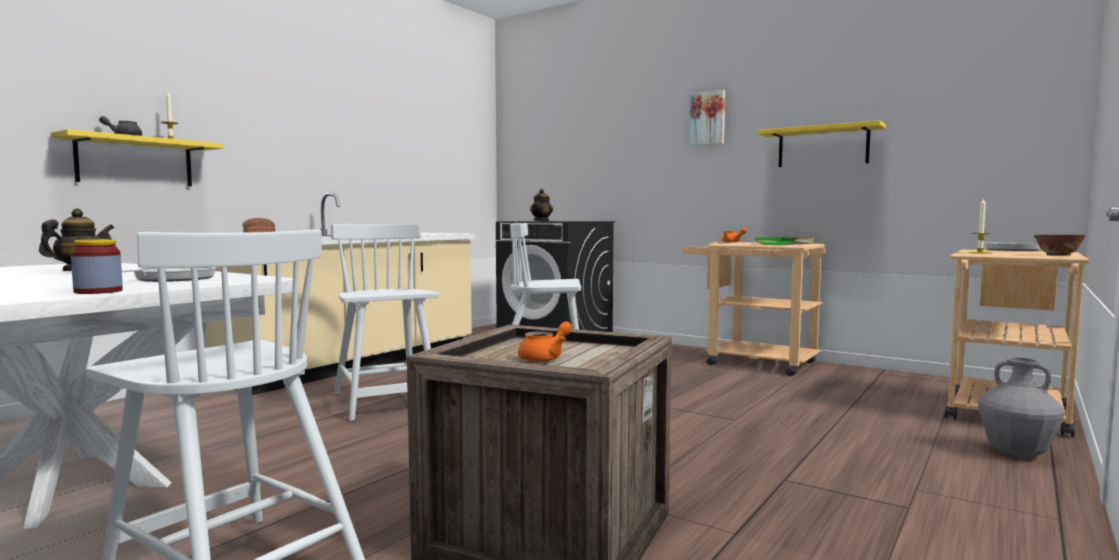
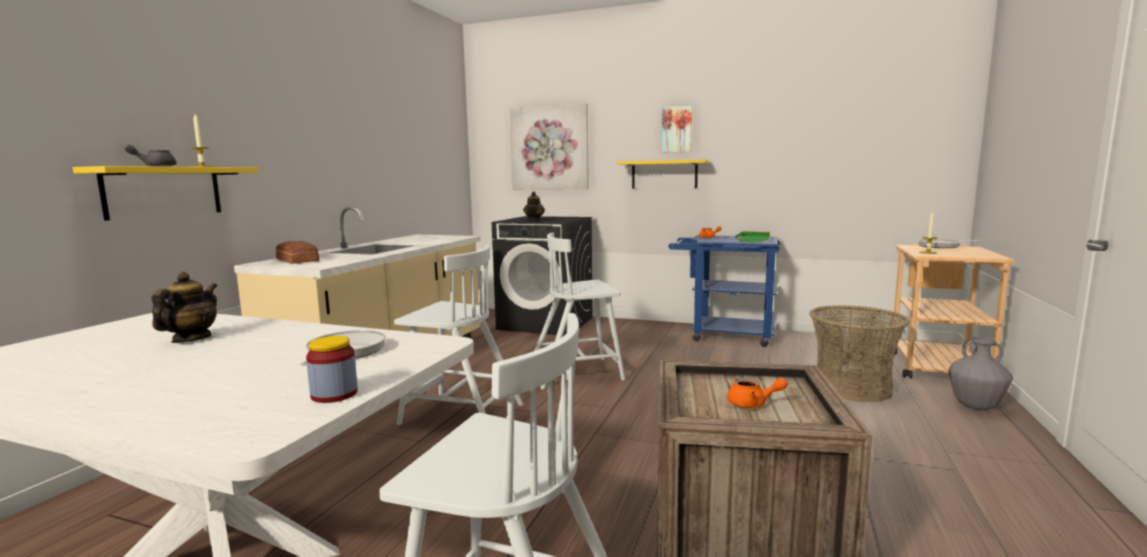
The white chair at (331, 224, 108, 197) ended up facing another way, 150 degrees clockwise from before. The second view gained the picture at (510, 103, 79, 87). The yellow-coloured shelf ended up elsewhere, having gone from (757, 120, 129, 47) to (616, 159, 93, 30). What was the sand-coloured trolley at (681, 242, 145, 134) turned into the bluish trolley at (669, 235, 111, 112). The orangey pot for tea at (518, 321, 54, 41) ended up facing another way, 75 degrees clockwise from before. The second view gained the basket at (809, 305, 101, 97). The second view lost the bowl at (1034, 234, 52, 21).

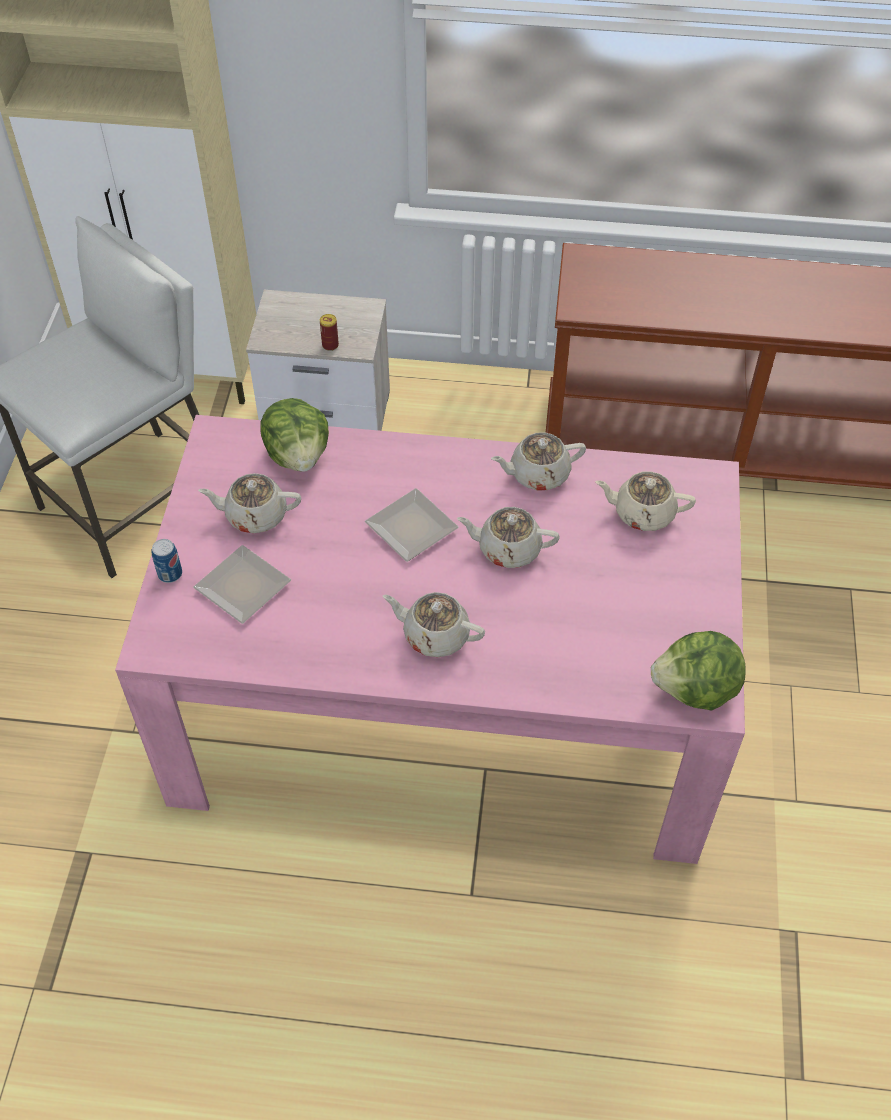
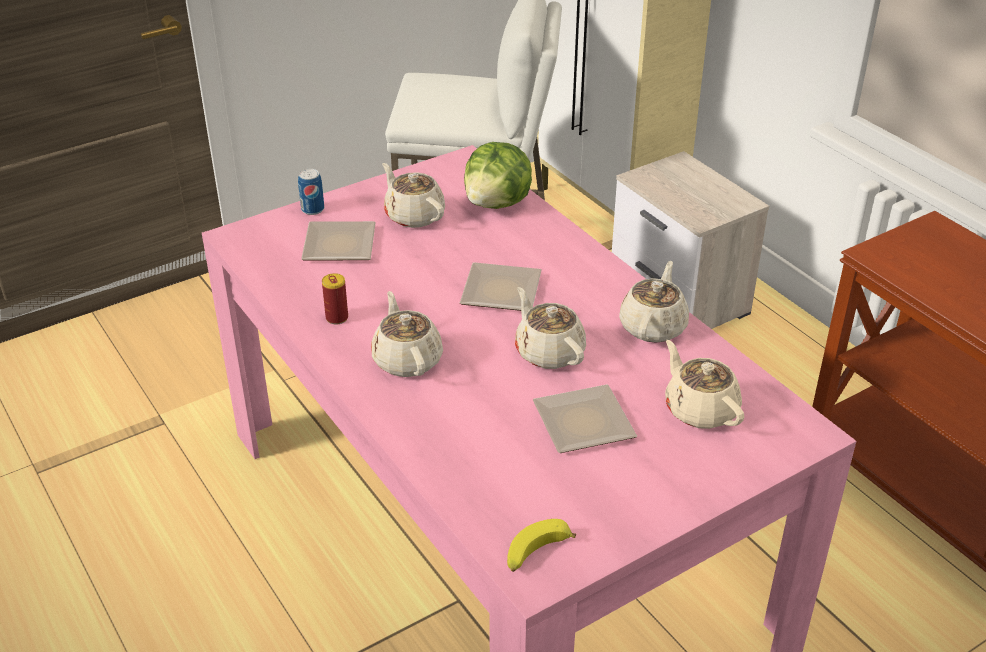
The can ended up elsewhere, having gone from (320, 314, 19, 37) to (322, 273, 26, 51). Where the lettuce stood at (651, 631, 95, 79), the banana came to stand at (507, 519, 69, 53). The second view gained the plate at (533, 384, 104, 69). The sand-coloured pot for tea at (491, 432, 95, 59) ended up facing another way, 75 degrees clockwise from before.

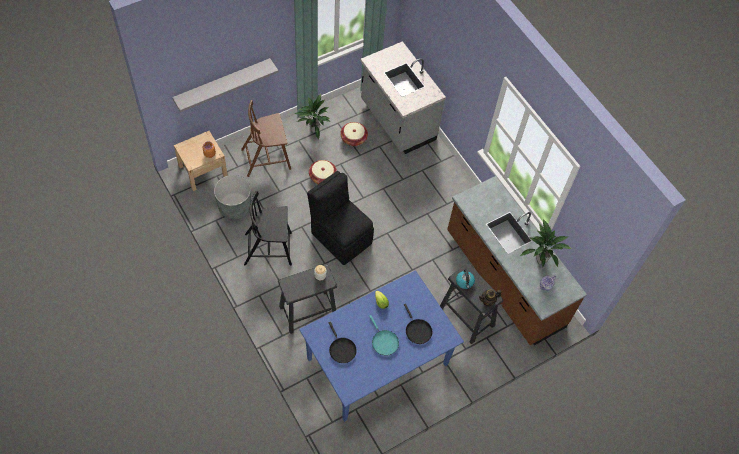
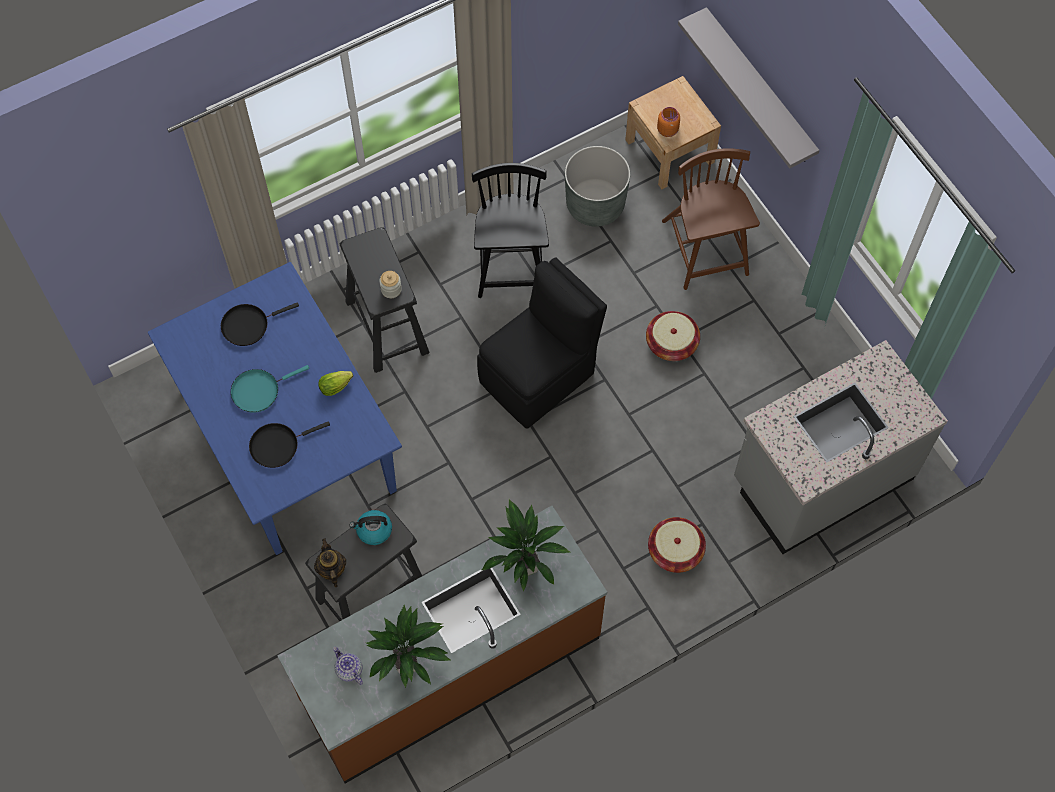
The houseplant ended up elsewhere, having gone from (294, 94, 37, 46) to (482, 499, 89, 93). The basket ended up elsewhere, having gone from (340, 122, 28, 24) to (648, 517, 58, 56).

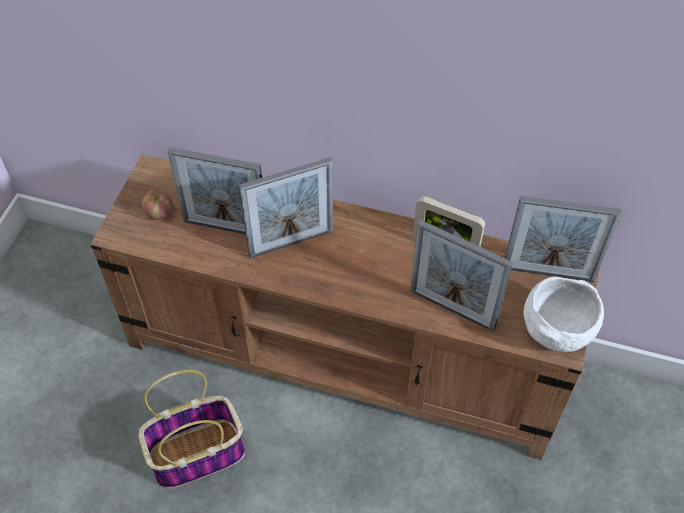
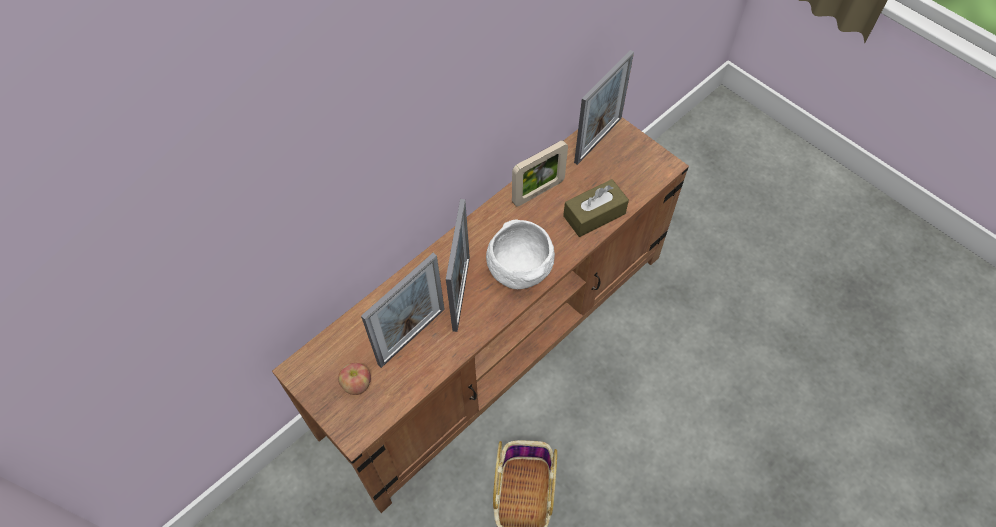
The white bowl ended up elsewhere, having gone from (524, 277, 80, 75) to (486, 220, 69, 69). Where the photo frame stood at (410, 220, 103, 112), the brown tissue holder came to stand at (563, 179, 66, 58).

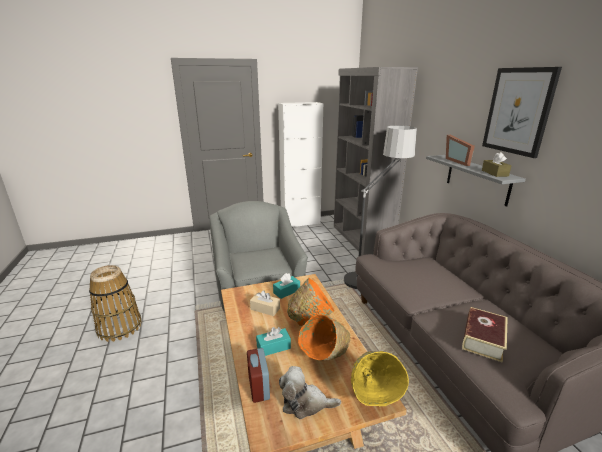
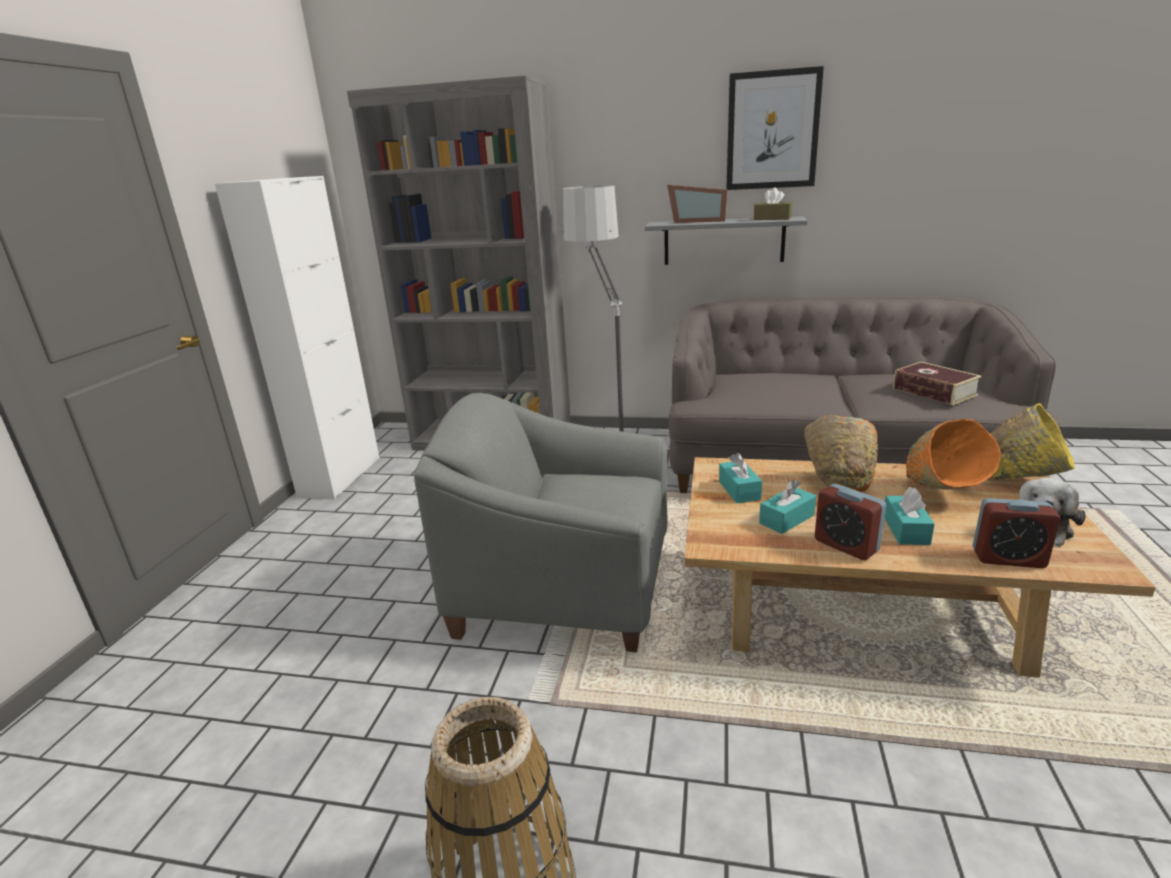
What was the sand-coloured tissue holder at (250, 291, 30, 25) turned into the turquoise-coloured tissue holder at (759, 480, 57, 54). The second view gained the bedside clock at (815, 484, 71, 76).

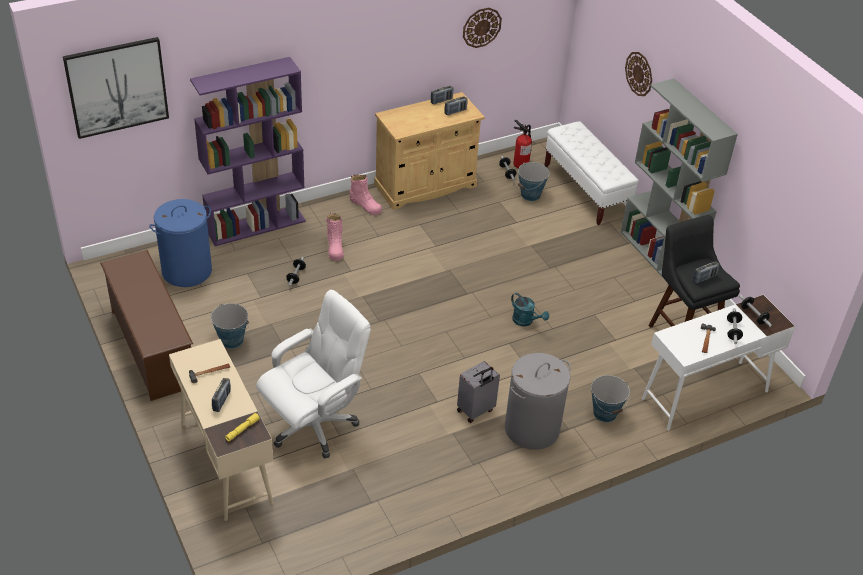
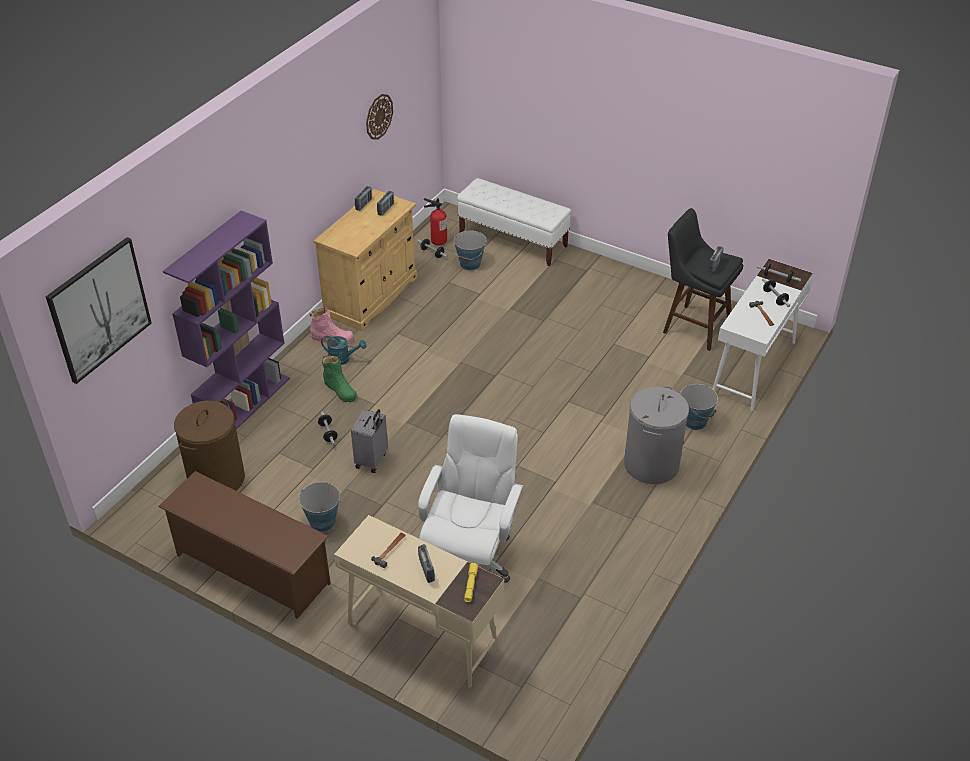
What was the bluish hamper at (149, 199, 63, 88) turned into the brown hamper at (174, 400, 71, 91). The turquoise-coloured watering pot ended up elsewhere, having gone from (511, 293, 38, 33) to (321, 336, 45, 29). What was the pinkish tall boot at (326, 213, 18, 48) turned into the greenish tall boot at (322, 355, 35, 47). The greyish suitcase ended up elsewhere, having gone from (457, 361, 43, 62) to (351, 409, 37, 64). The second view lost the greyish shelving unit at (621, 78, 117, 203). The second view lost the hanging clock at (625, 52, 27, 44).

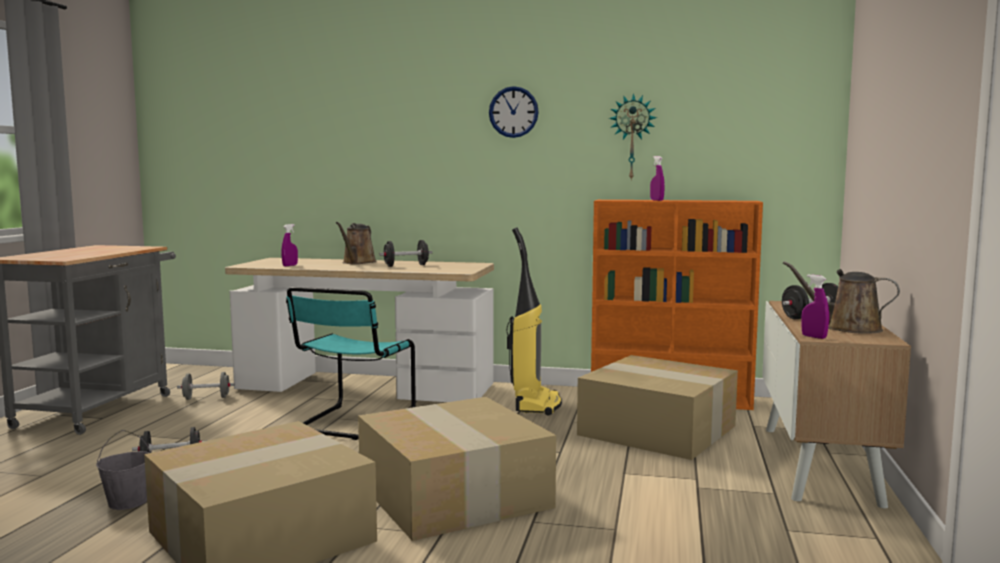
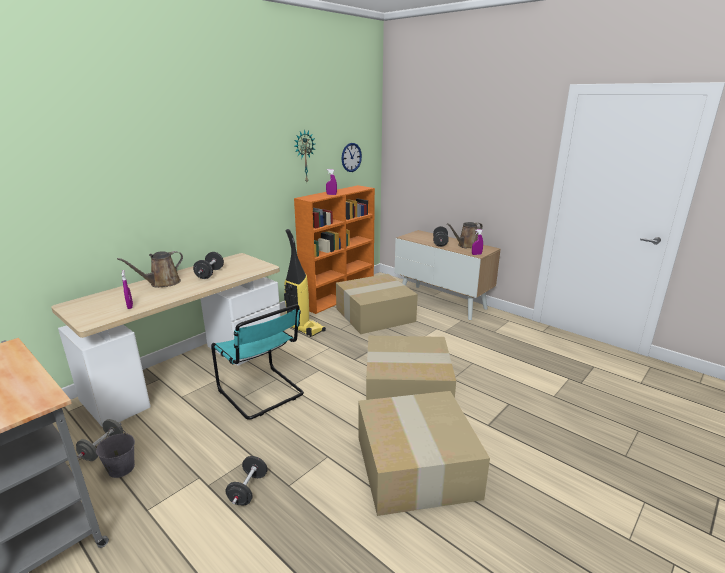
The greyish pail ended up elsewhere, having gone from (96, 430, 56, 80) to (96, 427, 39, 51). The brown watering pot at (336, 222, 41, 42) ended up facing another way, 90 degrees clockwise from before. The hanging clock ended up elsewhere, having gone from (489, 86, 50, 52) to (342, 143, 20, 29).

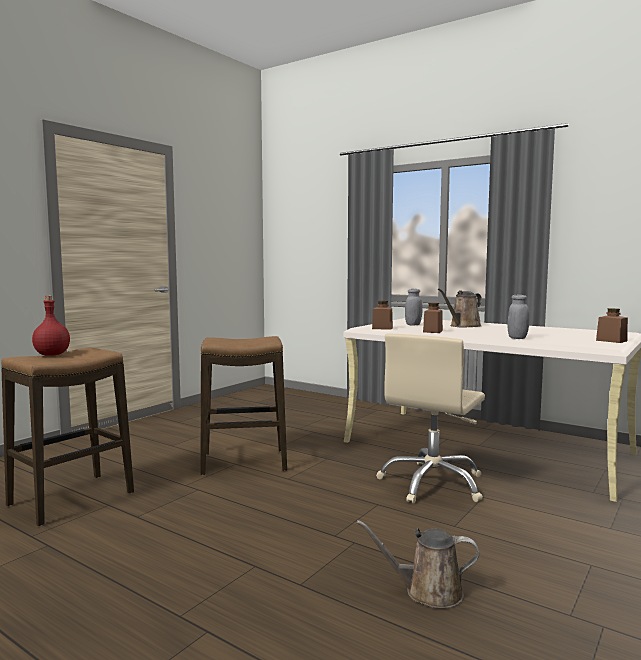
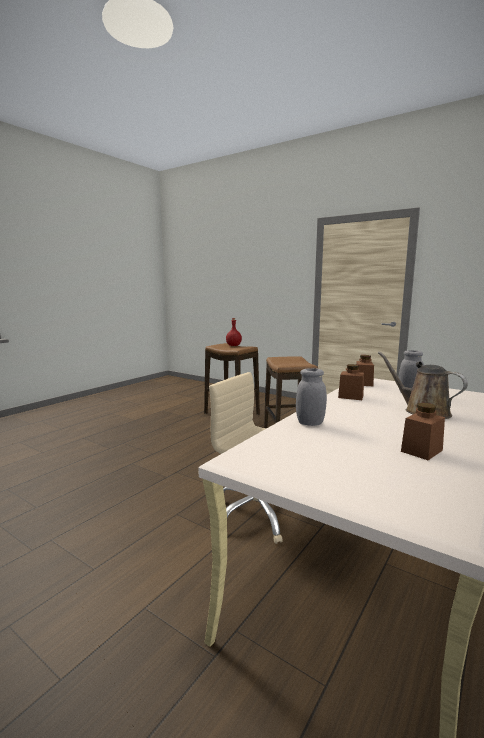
The brown preserve jar ended up elsewhere, having gone from (596, 308, 32, 35) to (401, 403, 44, 57). The second view lost the brown watering pot at (357, 520, 122, 89).

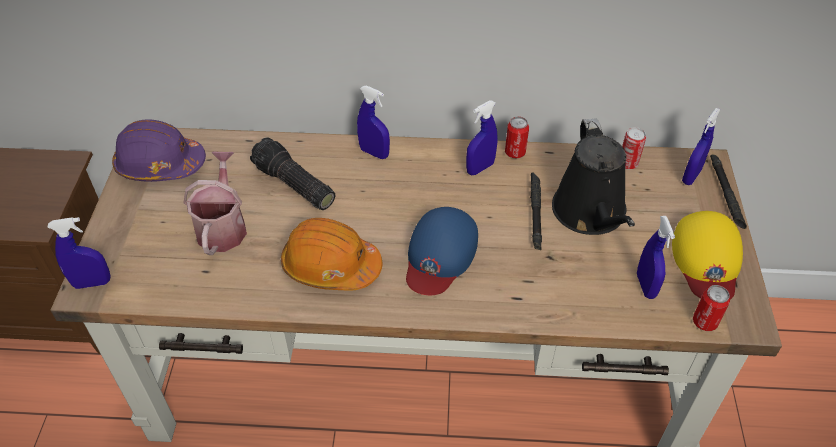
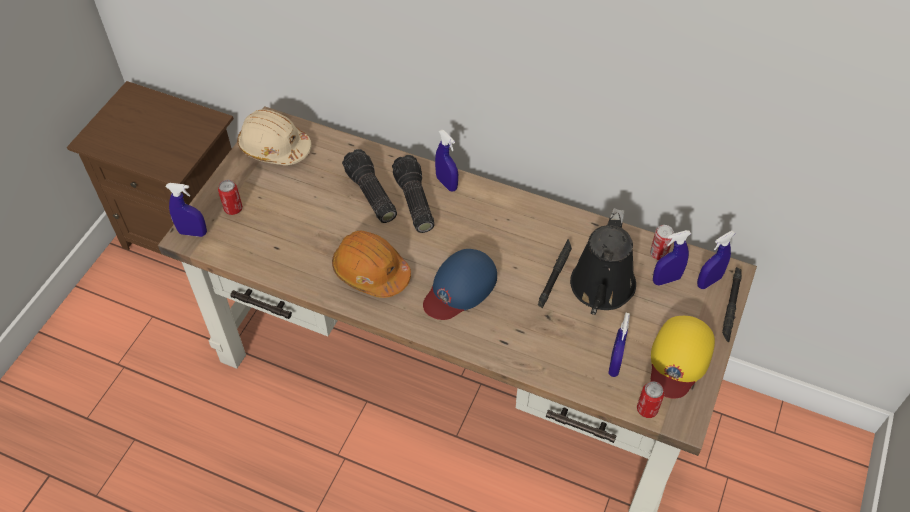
The can ended up elsewhere, having gone from (505, 116, 24, 42) to (218, 180, 25, 35). What was the purple-coloured work helmet at (112, 119, 94, 63) turned into the sand-coloured work helmet at (237, 109, 74, 56). The second view gained the torch at (392, 155, 42, 78). The bluish sprayer ended up elsewhere, having gone from (466, 100, 31, 75) to (653, 230, 38, 55). The second view lost the watering pot at (183, 151, 64, 104).

